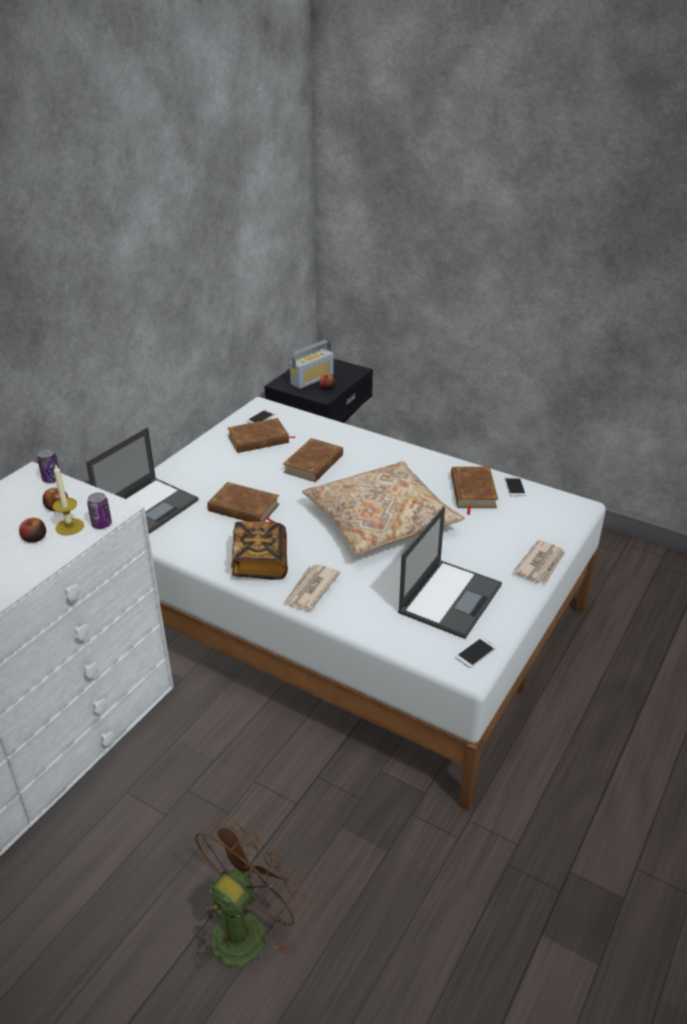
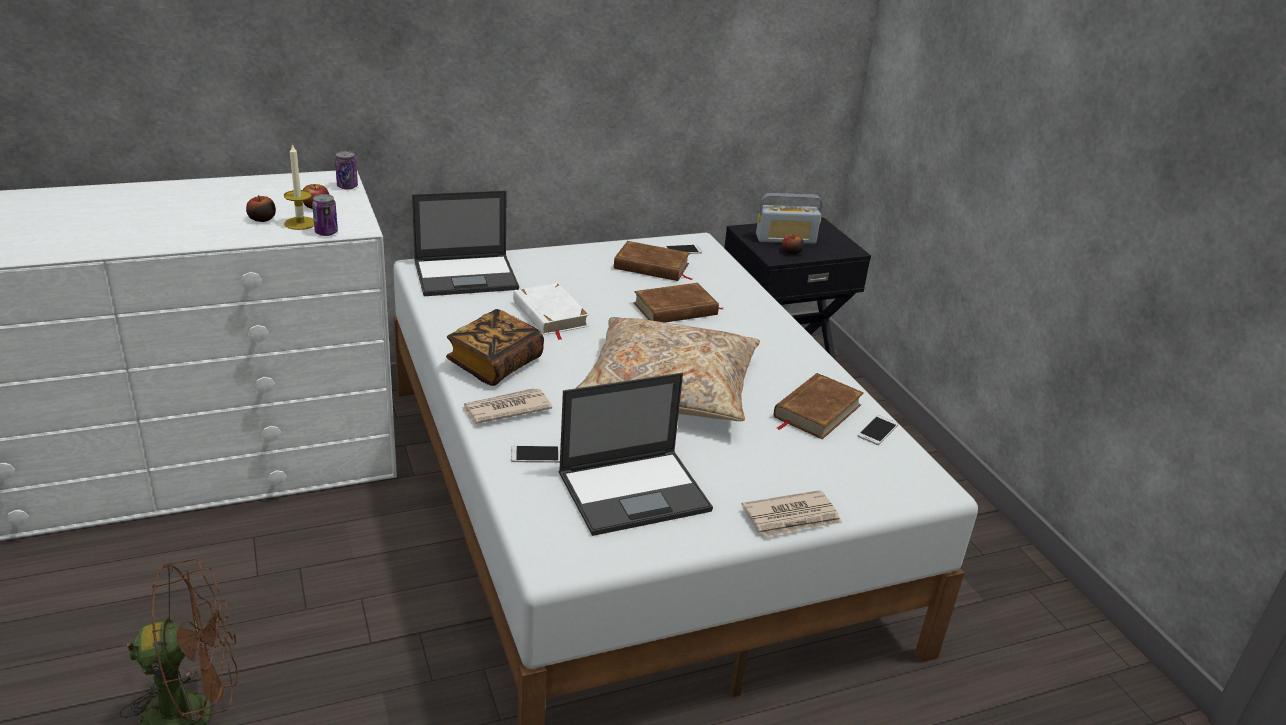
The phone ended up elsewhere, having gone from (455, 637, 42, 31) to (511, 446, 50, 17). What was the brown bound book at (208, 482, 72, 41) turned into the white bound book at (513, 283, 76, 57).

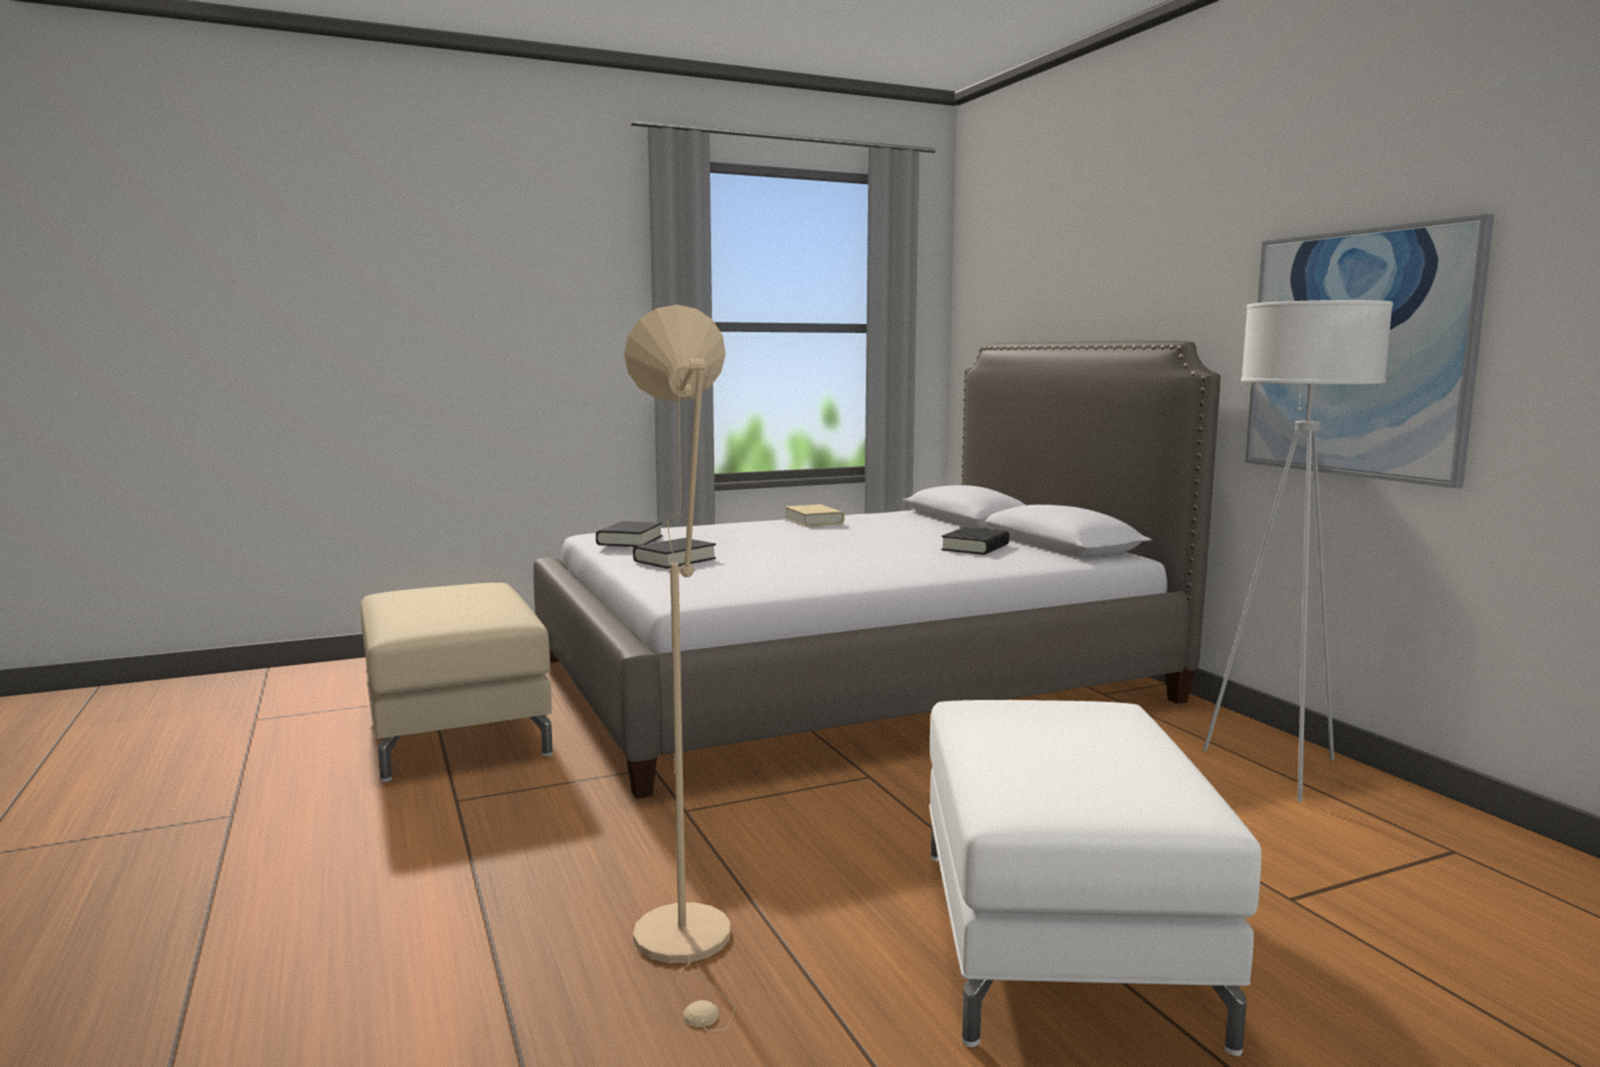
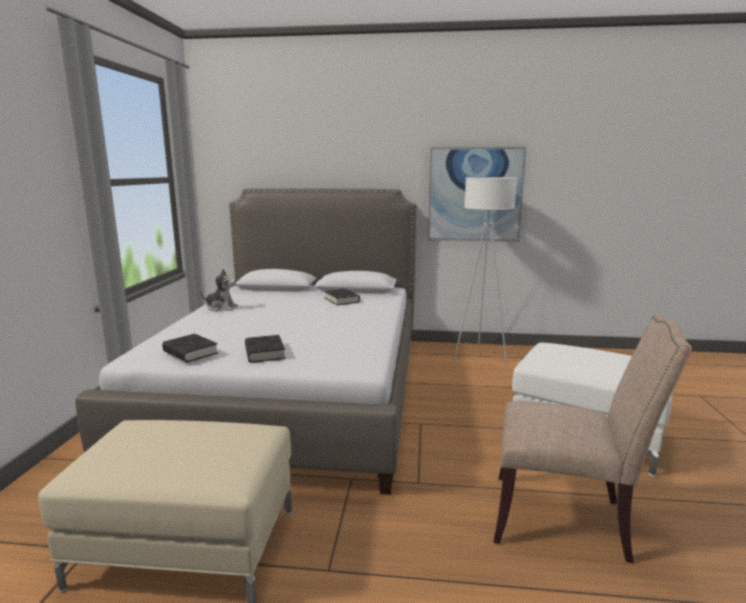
Where the sand-coloured bound book stood at (785, 504, 59, 23), the soft toy came to stand at (200, 269, 38, 43). Where the sand-coloured standing lamp stood at (624, 305, 112, 726), the sand-coloured chair came to stand at (494, 315, 198, 248).

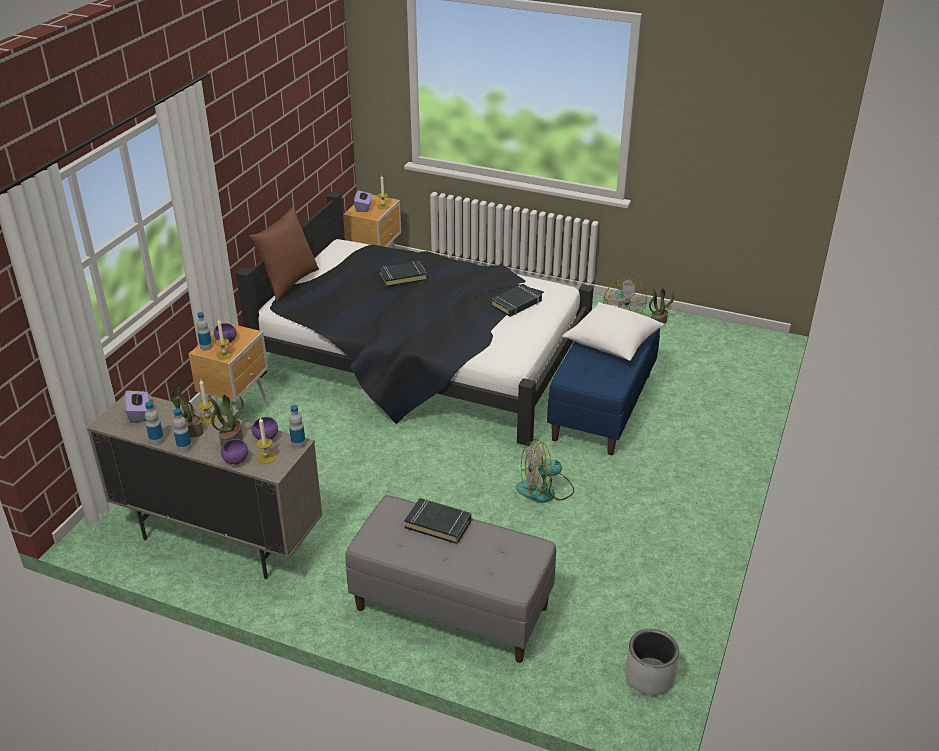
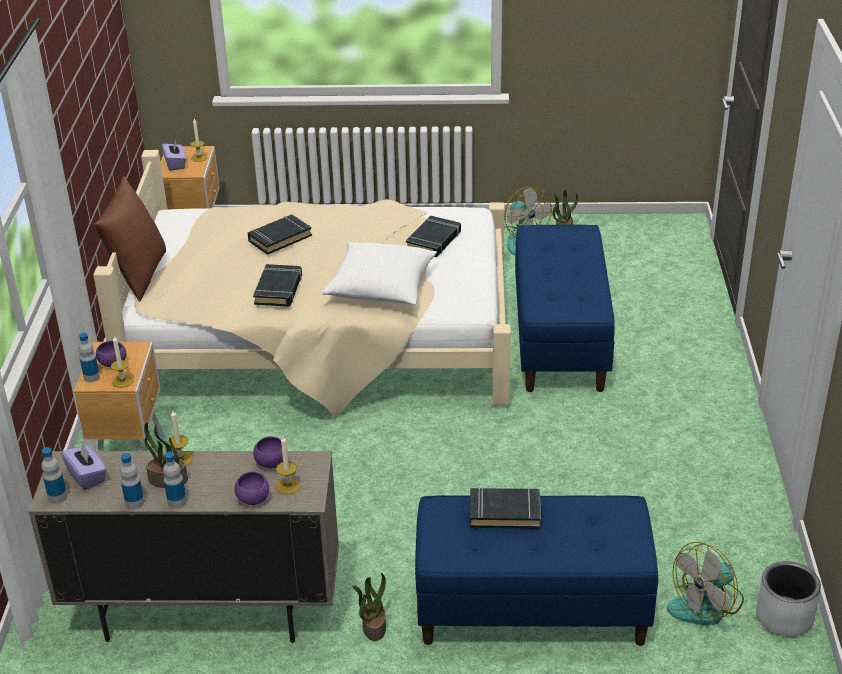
The beverage bottle ended up elsewhere, having gone from (289, 405, 17, 44) to (42, 447, 25, 57). What was the black-coloured bed at (236, 191, 358, 255) turned into the sand-coloured bed at (93, 150, 418, 269). The second view gained the black-coloured bound book at (253, 264, 49, 43). The white throw pillow ended up elsewhere, having gone from (562, 302, 103, 59) to (322, 242, 115, 63). The houseplant ended up elsewhere, having gone from (209, 395, 35, 52) to (352, 573, 34, 68). What was the greyish bench at (345, 495, 211, 168) turned into the bluish bench at (415, 495, 243, 151). The cooling fan ended up elsewhere, having gone from (516, 439, 59, 64) to (667, 542, 77, 83).

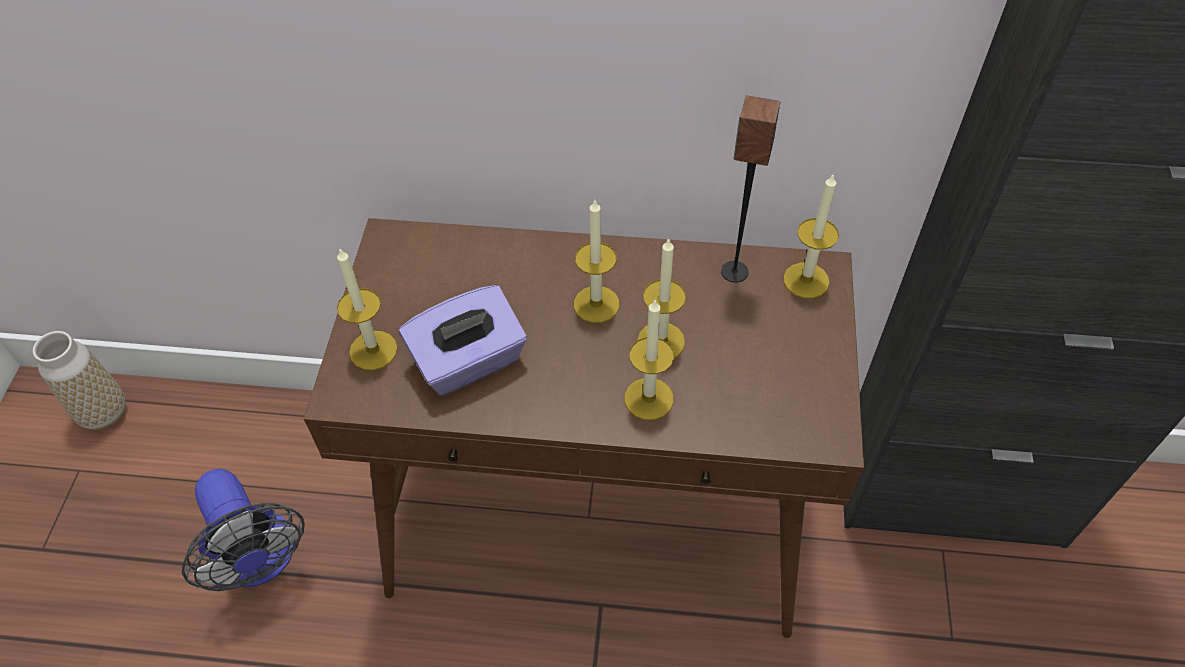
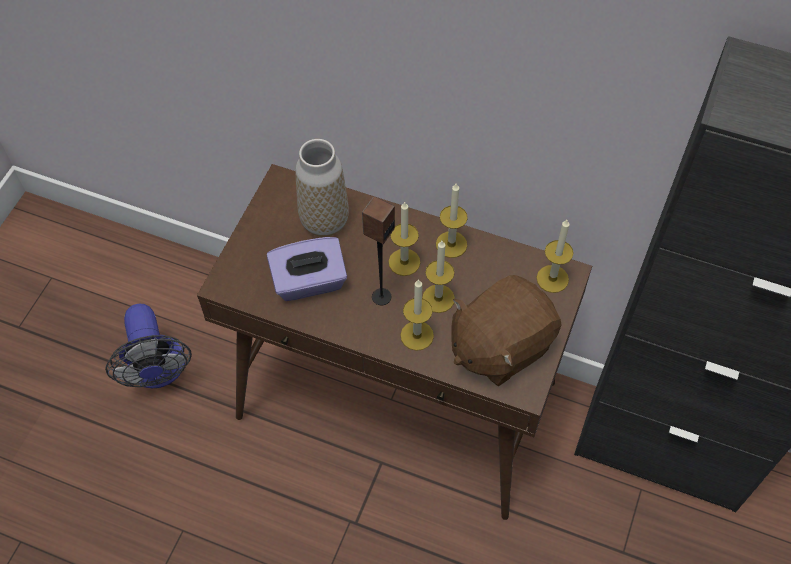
The decorative vase ended up elsewhere, having gone from (32, 331, 94, 99) to (296, 139, 53, 98). The speaker ended up elsewhere, having gone from (721, 96, 59, 187) to (362, 196, 33, 109). The wax candle ended up elsewhere, having gone from (337, 247, 61, 123) to (436, 184, 32, 74). The second view gained the brown soft toy at (451, 275, 110, 111).

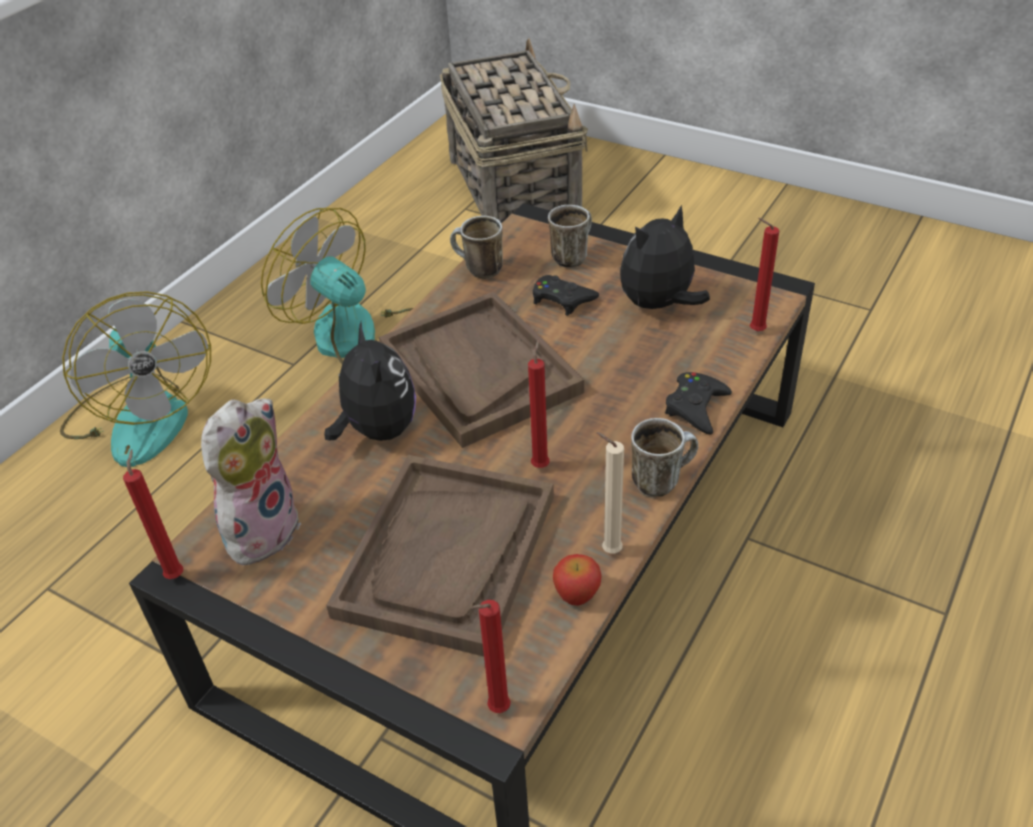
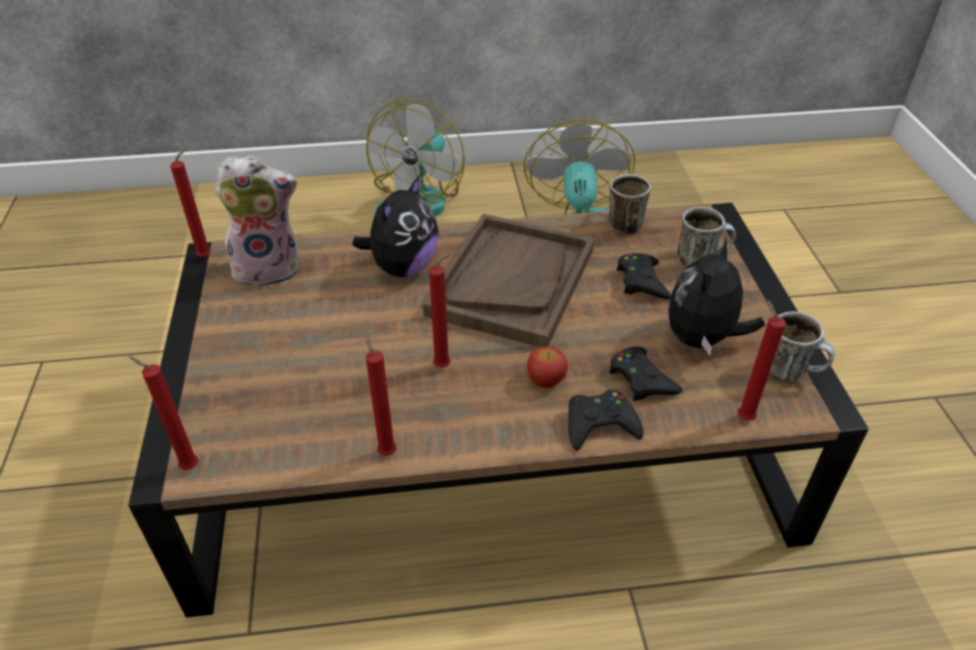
What was the sand-coloured wax candle at (596, 432, 28, 121) turned into the red wax candle at (366, 332, 30, 124). The whole apple ended up elsewhere, having gone from (553, 554, 49, 52) to (527, 346, 41, 42). The second view gained the black-coloured game controller at (609, 346, 74, 55). The soft toy at (620, 205, 90, 106) ended up facing another way, 75 degrees counterclockwise from before. The mug ended up elsewhere, having gone from (631, 418, 67, 79) to (769, 312, 66, 70). The second view lost the brown carrying tray at (326, 455, 228, 202). The second view lost the basket at (440, 38, 148, 185).

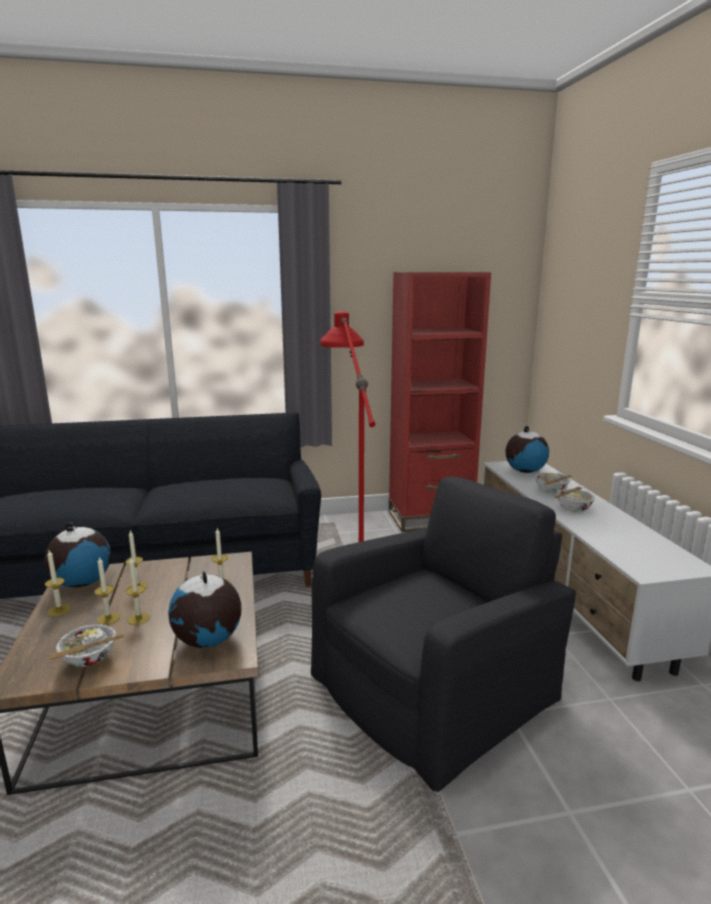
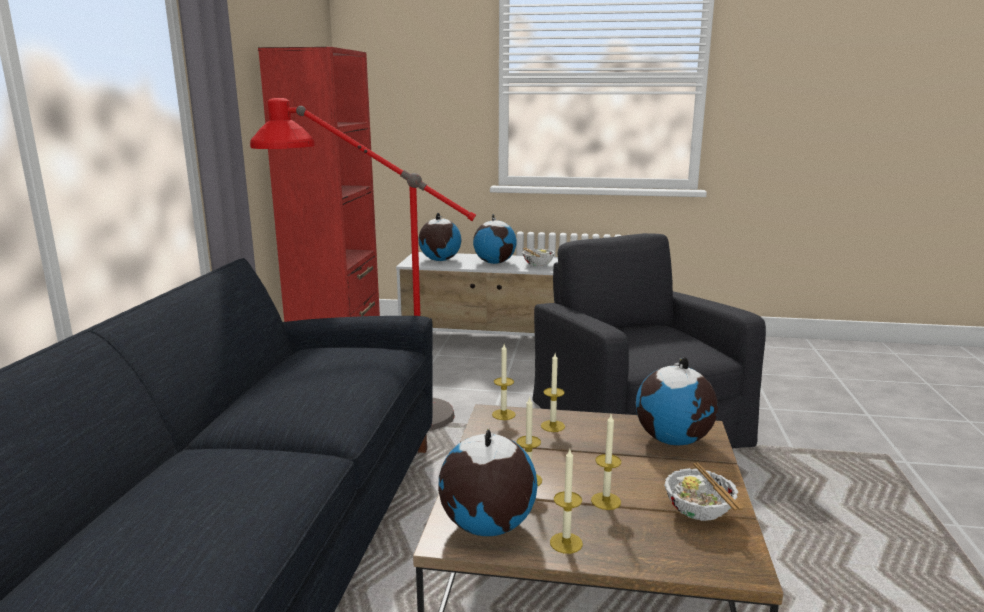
Where the bowl stood at (535, 472, 37, 21), the globe came to stand at (473, 214, 44, 50). The wax candle ended up elsewhere, having gone from (125, 558, 25, 67) to (492, 344, 24, 76).

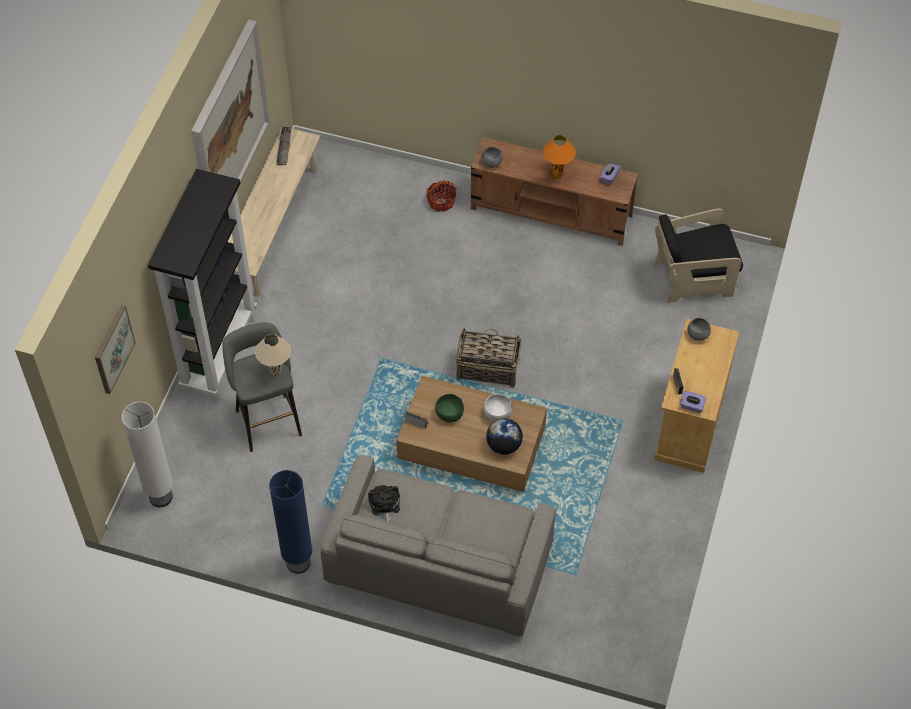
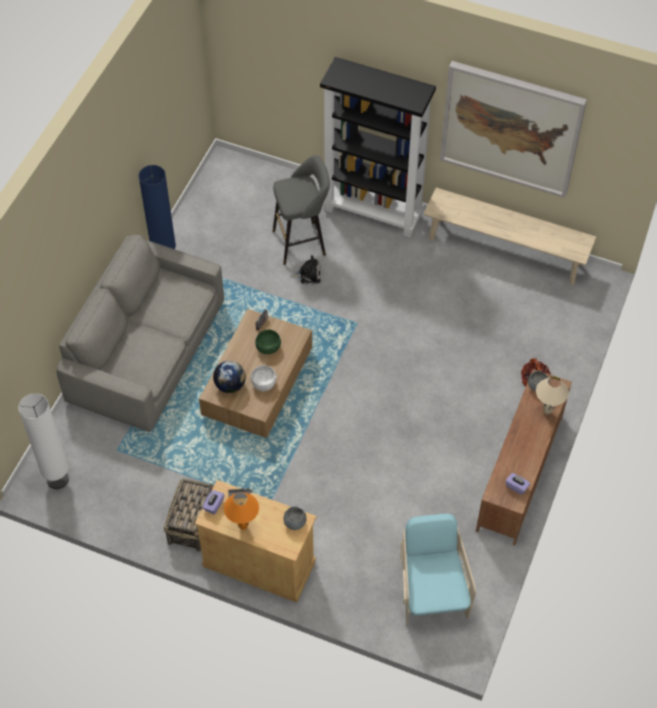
The white standing lamp ended up elsewhere, having gone from (122, 402, 51, 105) to (18, 393, 51, 96). The basket ended up elsewhere, having gone from (455, 328, 67, 60) to (164, 478, 50, 74). The orangey tabletop lamp ended up elsewhere, having gone from (543, 135, 32, 44) to (224, 492, 35, 38). The soft toy ended up elsewhere, having gone from (368, 485, 32, 37) to (291, 255, 30, 29). What was the black-coloured armchair at (654, 208, 89, 95) turned into the turquoise-coloured armchair at (401, 514, 75, 112). The sand-coloured tabletop lamp ended up elsewhere, having gone from (255, 334, 36, 43) to (536, 376, 33, 39). The second view lost the picture at (95, 305, 40, 89). The second view lost the carrying tray at (276, 127, 16, 38).

